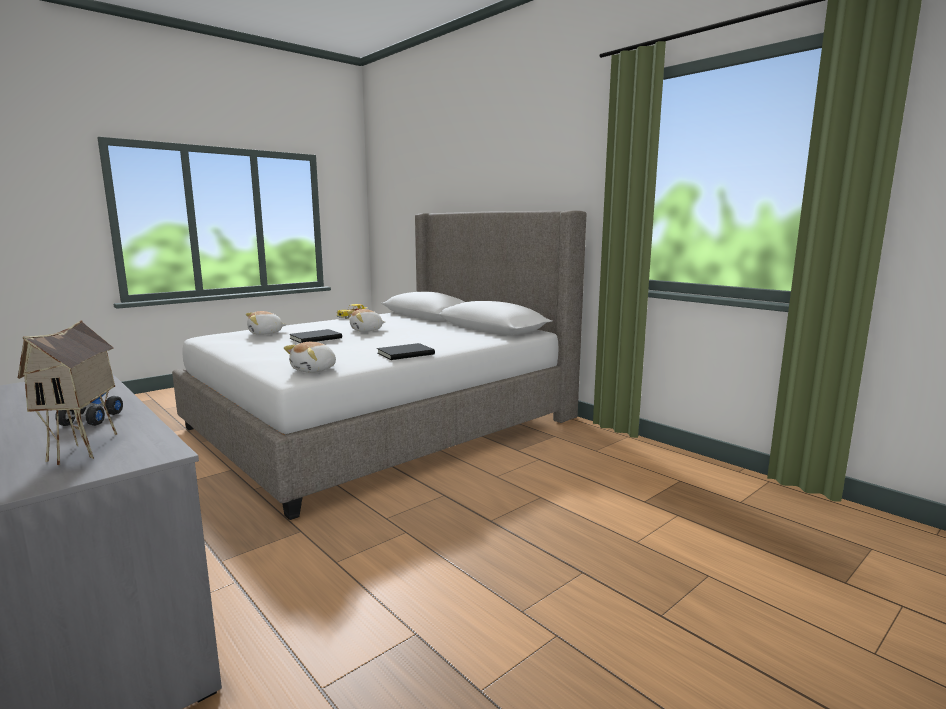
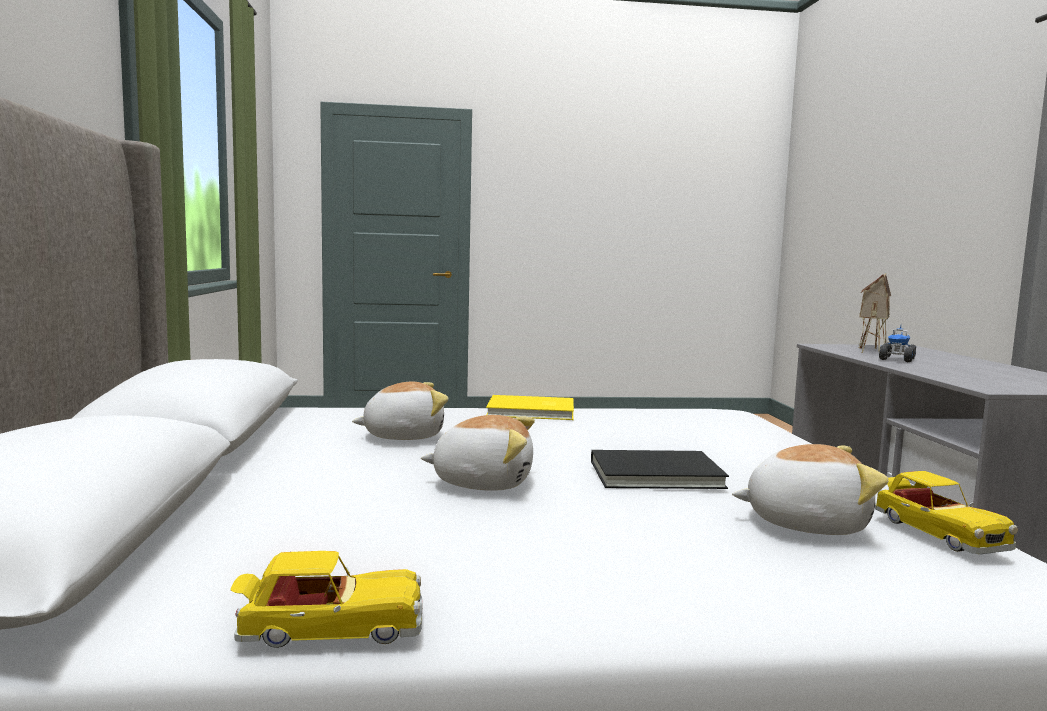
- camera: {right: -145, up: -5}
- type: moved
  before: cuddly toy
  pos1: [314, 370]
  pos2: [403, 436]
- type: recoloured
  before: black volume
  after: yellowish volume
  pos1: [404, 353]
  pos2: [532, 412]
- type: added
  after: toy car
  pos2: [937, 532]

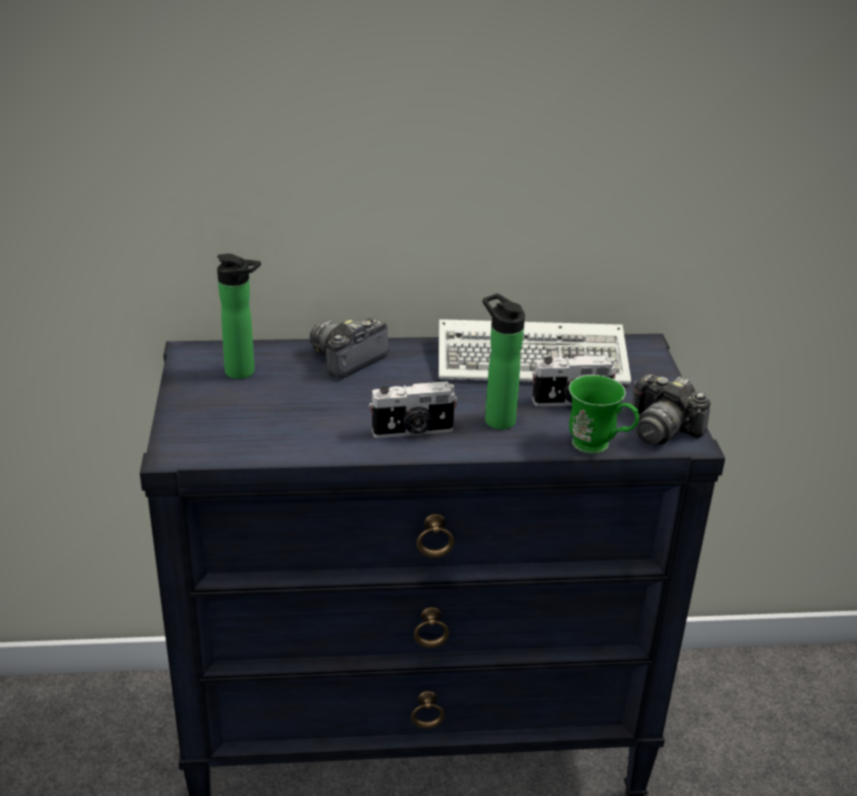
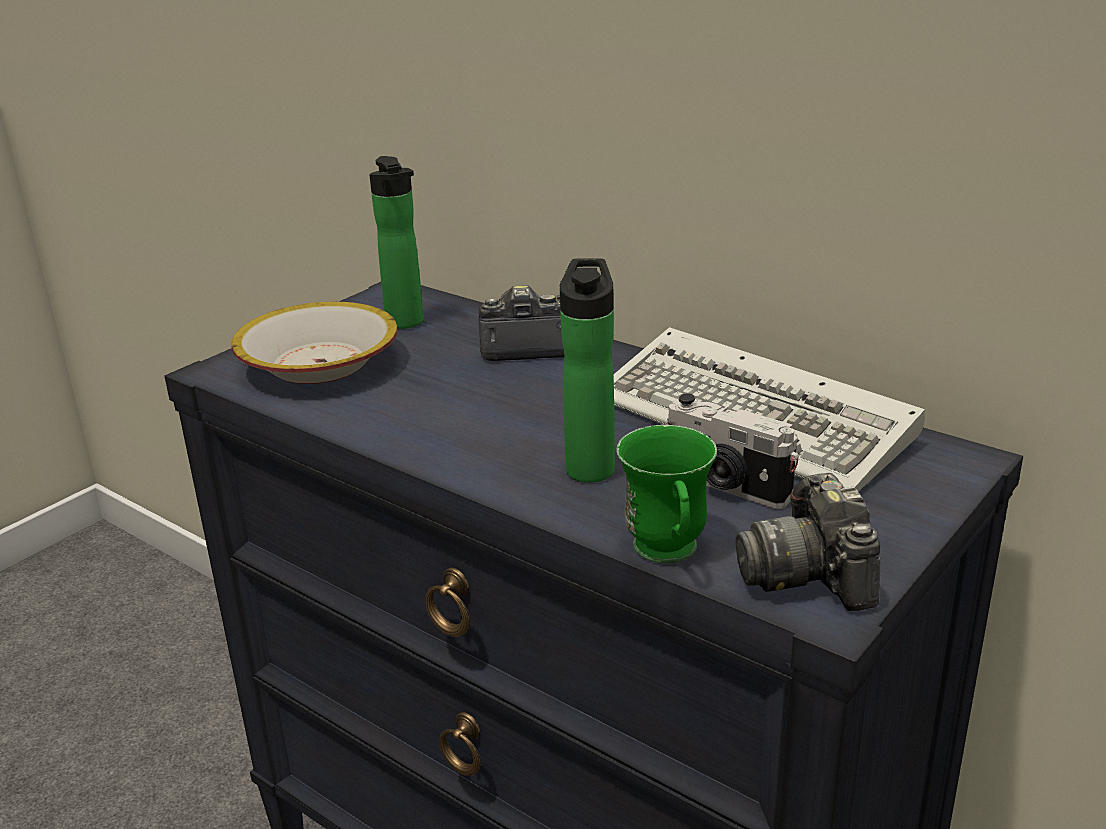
- camera: {right: 45, up: -5}
- type: removed
  before: photo camera
  pos1: [413, 431]
- type: added
  after: serving bowl
  pos2: [320, 364]

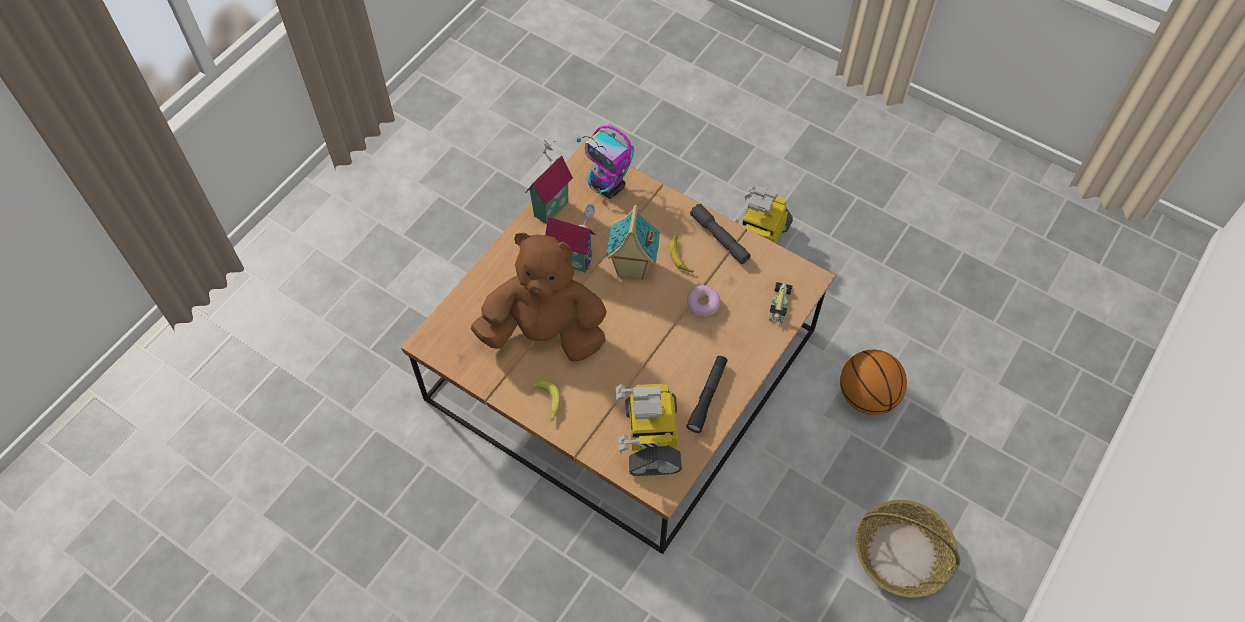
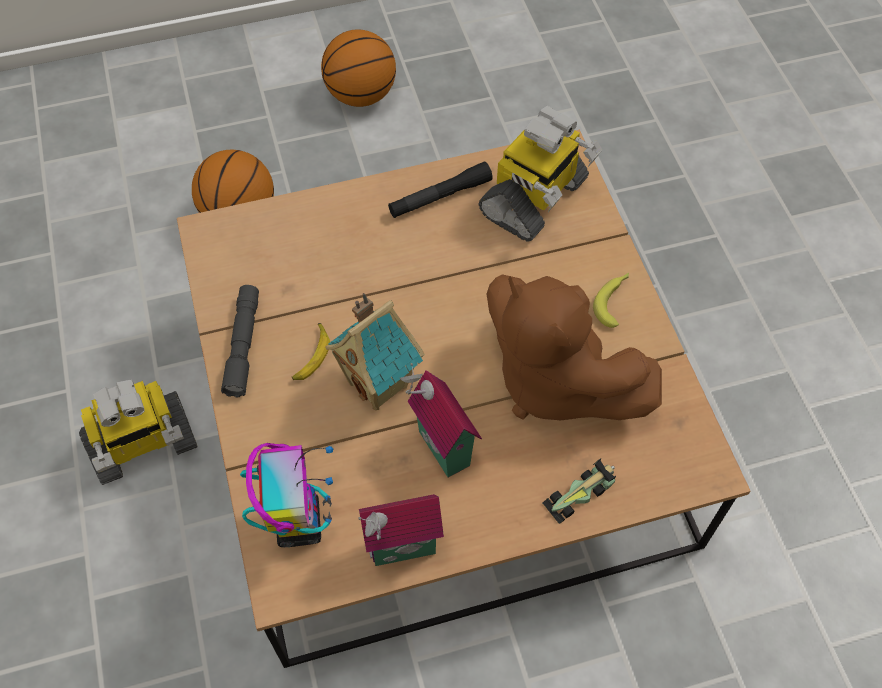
- camera: {right: -140, up: 0}
- type: moved
  before: toy car
  pos1: [779, 304]
  pos2: [581, 492]
- type: removed
  before: doughnut
  pos1: [703, 304]
- type: replaced
  before: household basket
  after: basketball
  pos1: [902, 554]
  pos2: [360, 95]

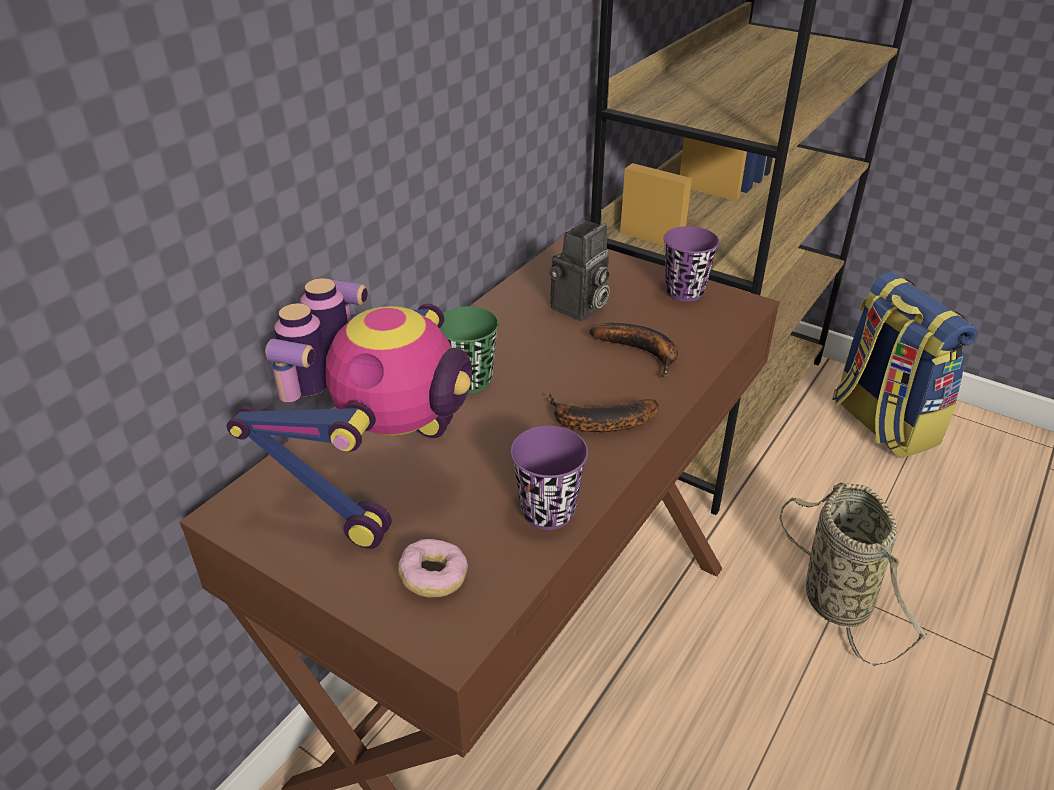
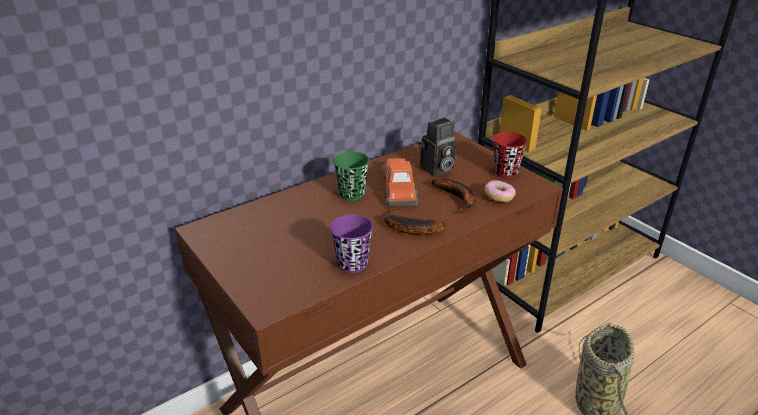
- camera: {right: 20, up: -5}
- type: recoloured
  before: purple-coloured small cup
  after: red small cup
  pos1: [684, 292]
  pos2: [506, 172]
- type: removed
  before: knapsack
  pos1: [881, 423]
- type: removed
  before: toy robot
  pos1: [379, 474]
- type: moved
  before: doughnut
  pos1: [434, 578]
  pos2: [499, 197]
- type: added
  after: toy car
  pos2: [399, 188]

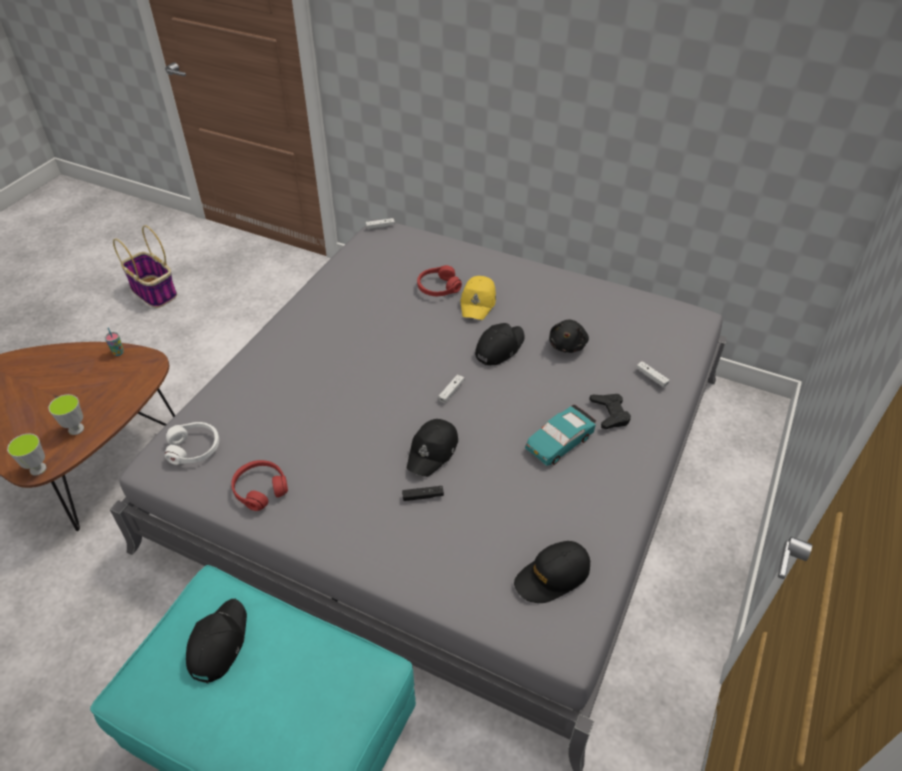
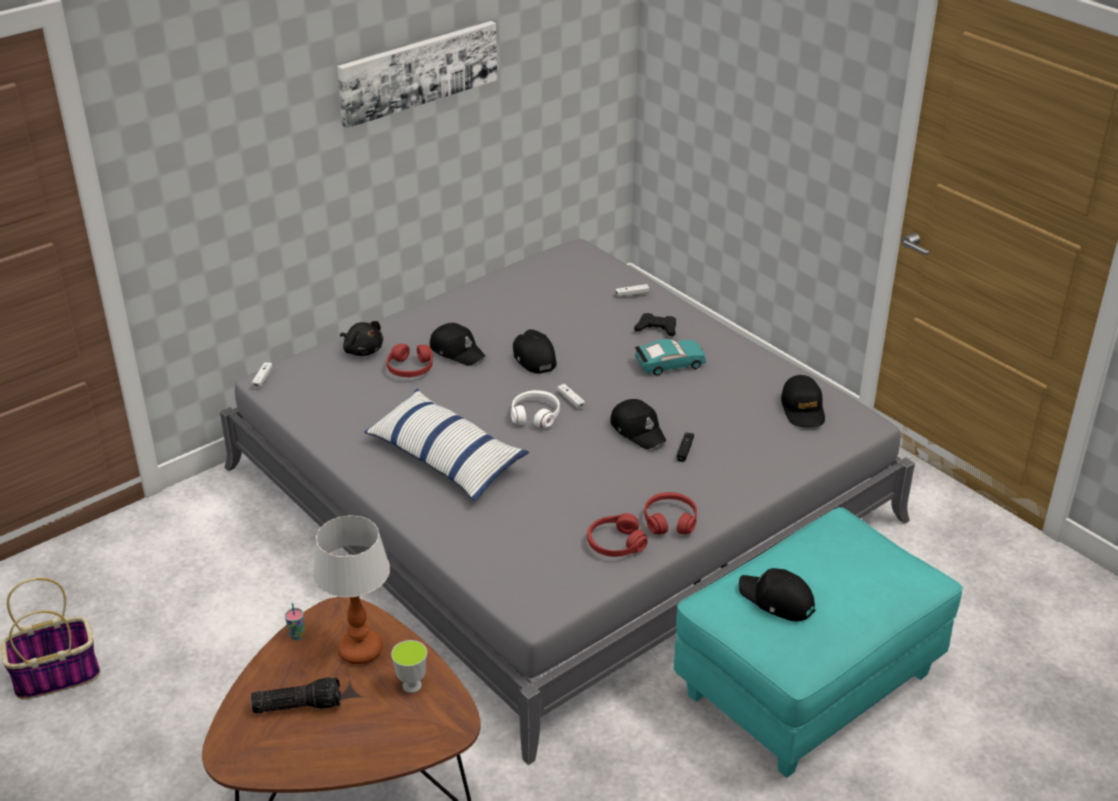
- camera: {right: -65, up: -10}
- type: recoloured
  before: yellowish baseball cap
  after: black baseball cap
  pos1: [478, 303]
  pos2: [457, 351]
- type: moved
  before: black cuddly toy
  pos1: [567, 345]
  pos2: [362, 350]
- type: turned
  before: blue-green toy car
  pos1: [559, 441]
  pos2: [669, 363]
  turn: -90
- type: moved
  before: white pair of headphones
  pos1: [194, 448]
  pos2: [535, 415]
- type: removed
  before: small cup
  pos1: [38, 469]
- type: added
  after: wall picture
  pos2: [418, 72]
- type: added
  after: cushion
  pos2: [445, 457]
- type: added
  after: red pair of headphones
  pos2: [670, 520]
- type: added
  after: table lamp
  pos2: [360, 651]
- type: added
  after: hand torch
  pos2: [298, 705]

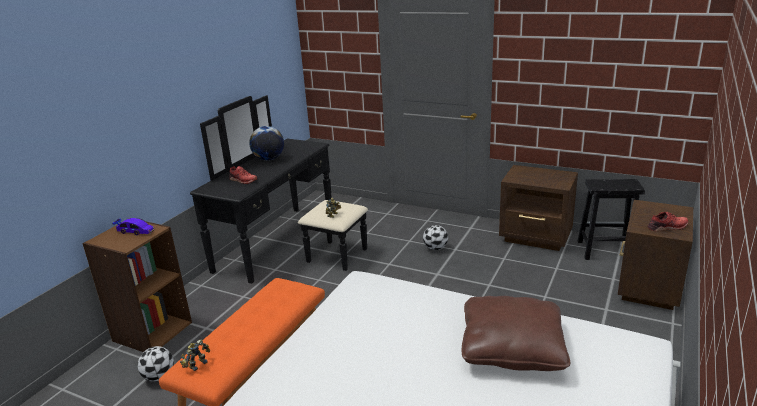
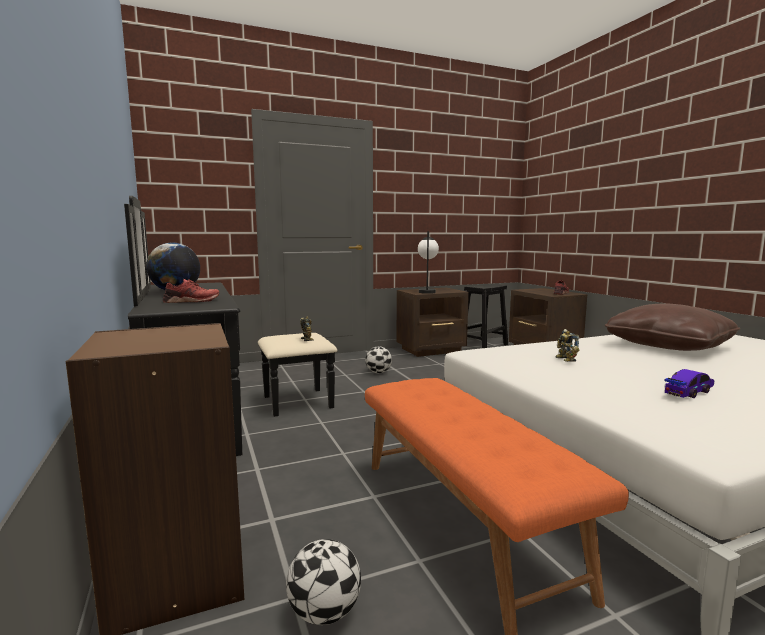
- camera: {right: -50, up: -15}
- type: moved
  before: toy car
  pos1: [135, 231]
  pos2: [689, 392]
- type: moved
  before: toy robot
  pos1: [196, 364]
  pos2: [564, 359]
- type: added
  after: table lamp
  pos2: [427, 291]

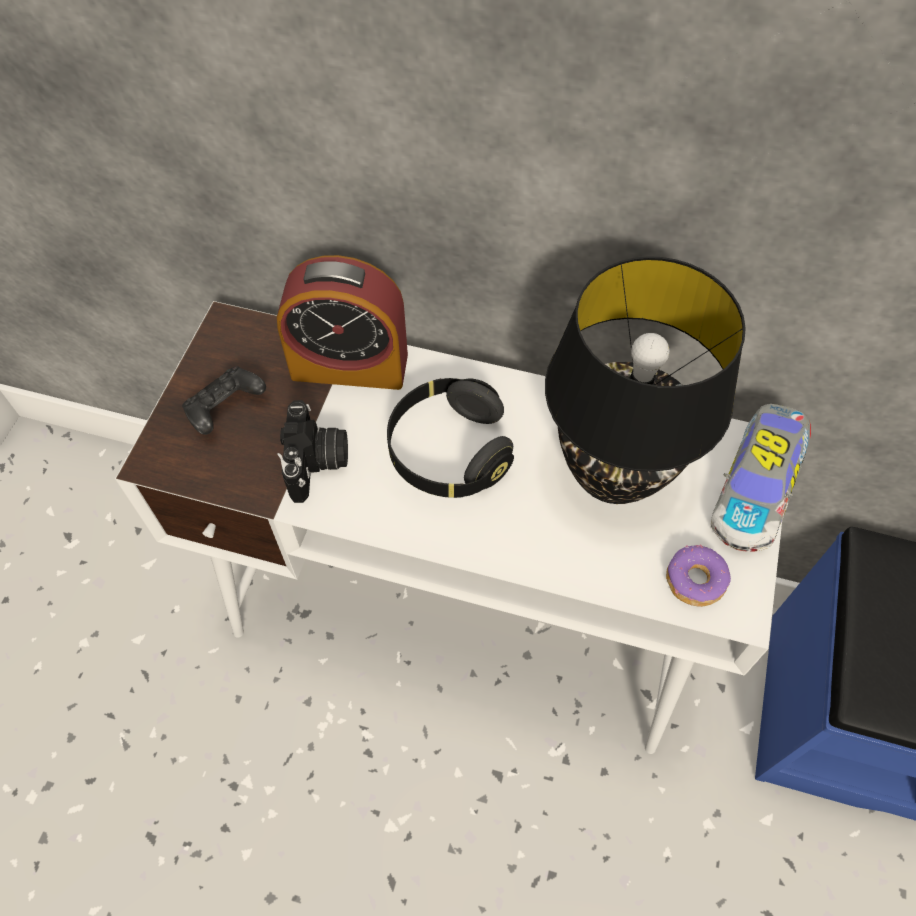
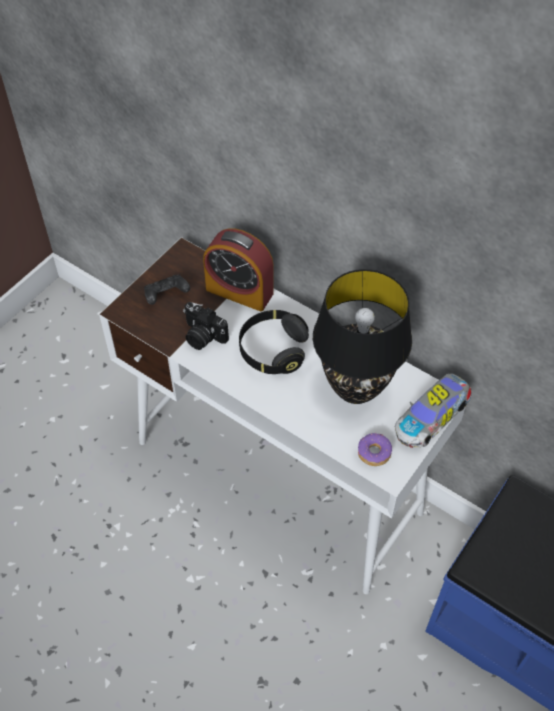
- camera: {right: 20, up: -5}
- type: turned
  before: photo camera
  pos1: [317, 463]
  pos2: [202, 336]
  turn: 105

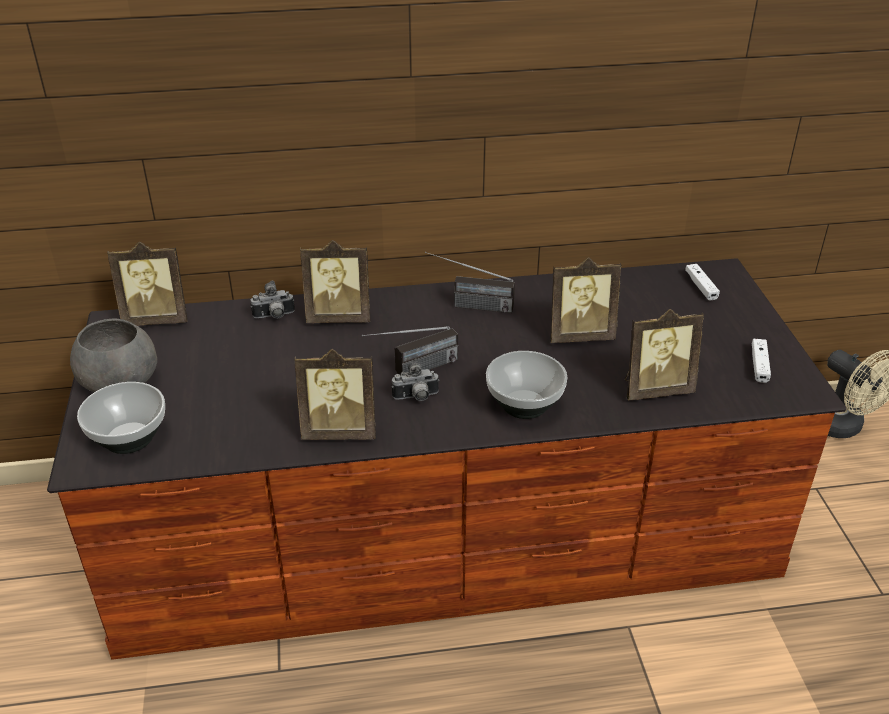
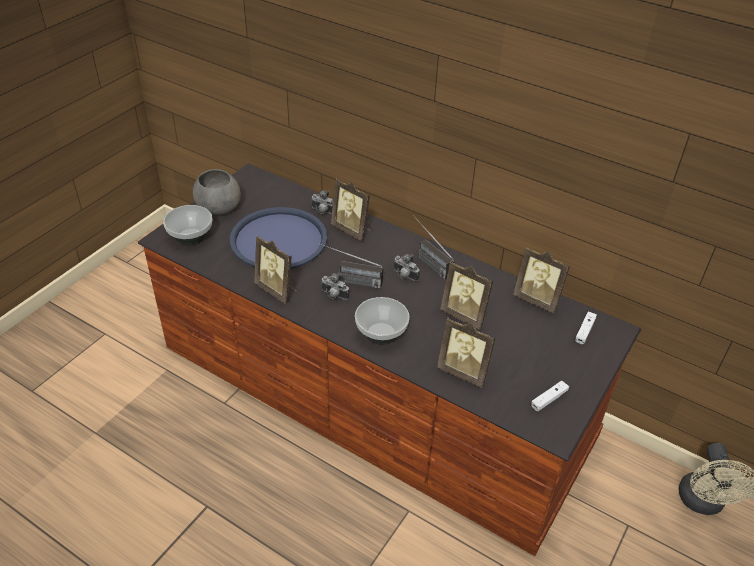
- camera: {right: 40, up: 5}
- type: moved
  before: photo frame
  pos1: [157, 318]
  pos2: [537, 300]
- type: added
  after: blue-coloured serving tray
  pos2: [278, 240]
- type: added
  after: photo camera
  pos2: [404, 276]

